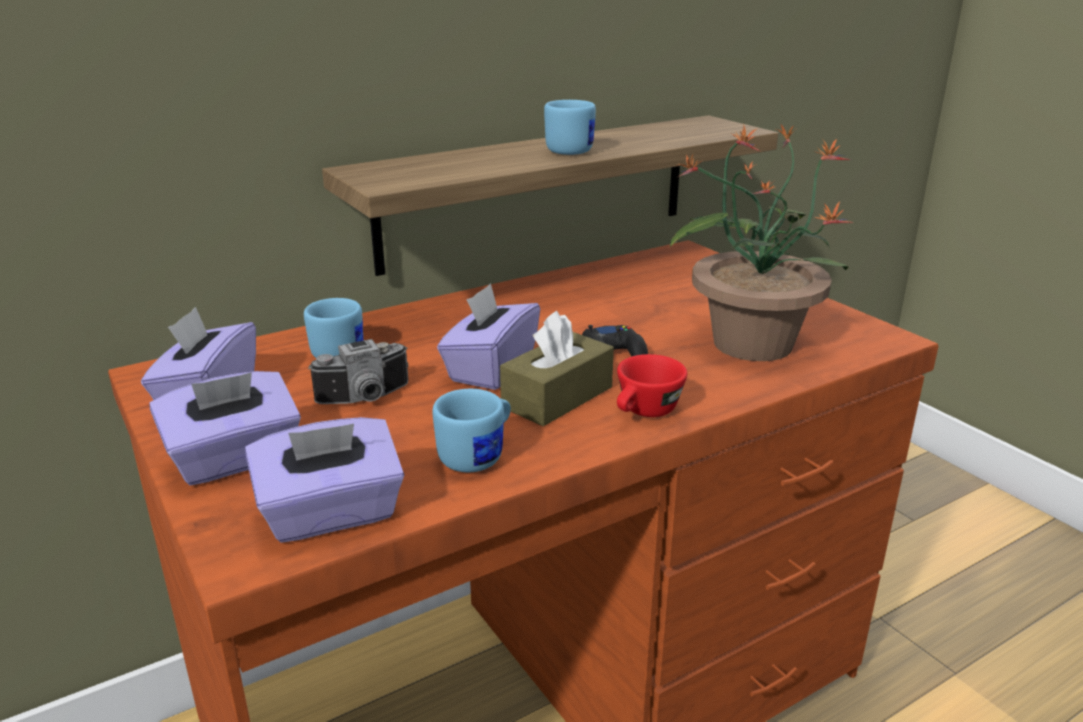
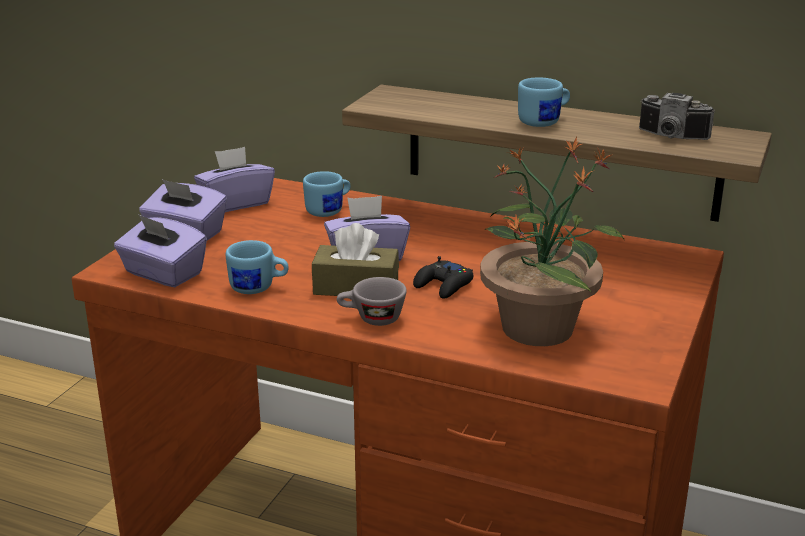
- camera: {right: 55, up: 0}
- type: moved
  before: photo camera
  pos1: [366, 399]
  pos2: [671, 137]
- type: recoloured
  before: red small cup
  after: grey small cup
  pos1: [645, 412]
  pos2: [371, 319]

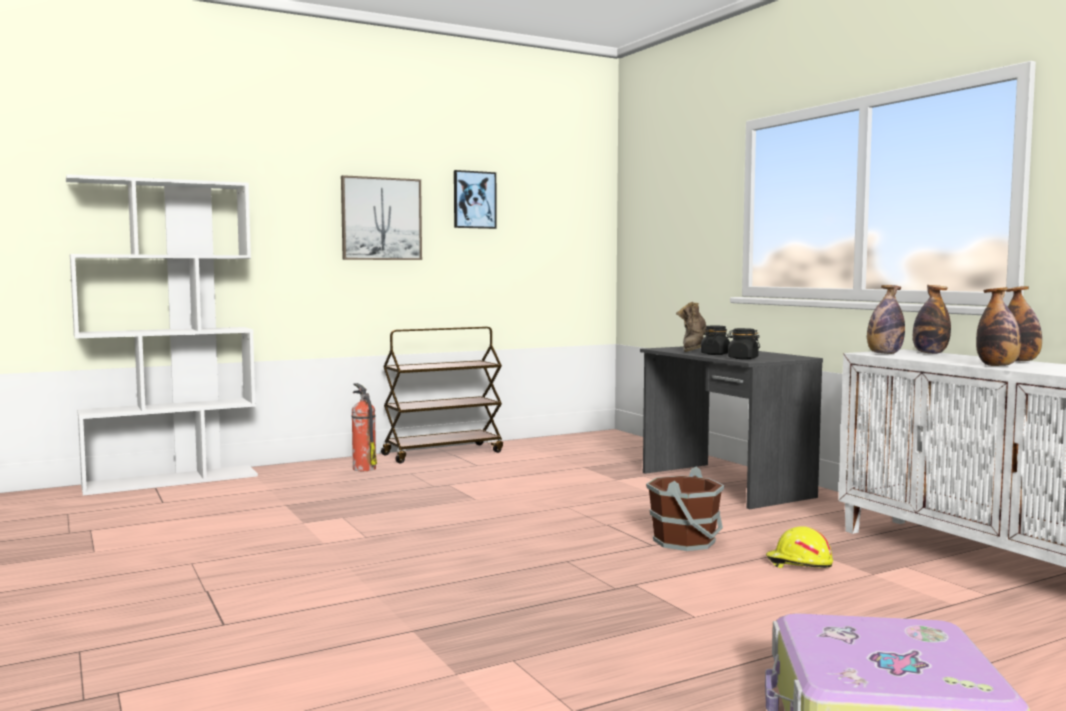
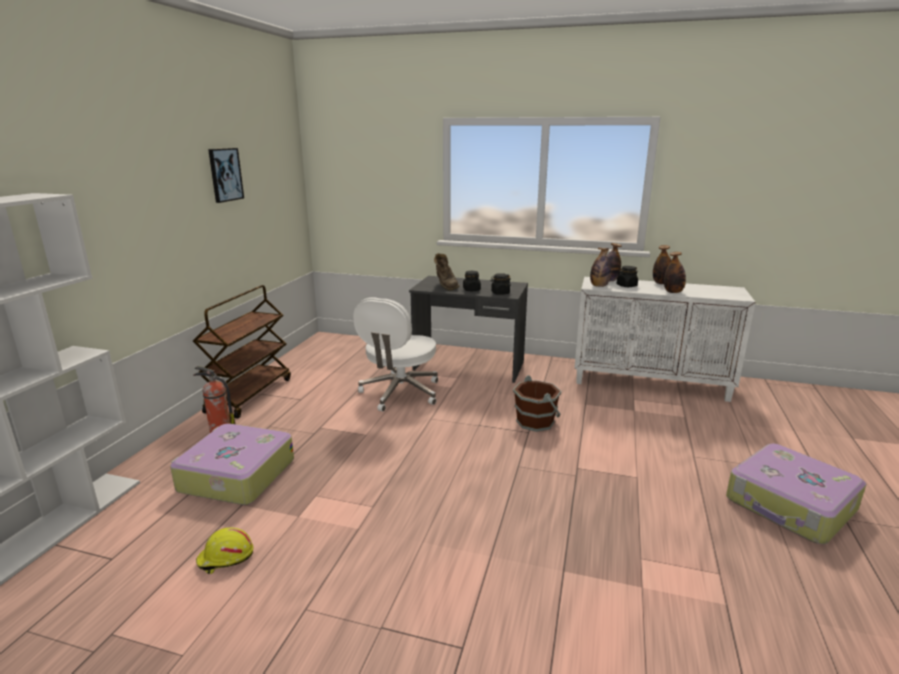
- camera: {right: -45, up: 15}
- type: removed
  before: wall picture
  pos1: [381, 219]
- type: moved
  before: yellowish safety helmet
  pos1: [798, 564]
  pos2: [225, 558]
- type: added
  after: black preserve jar
  pos2: [626, 286]
- type: added
  after: white office chair
  pos2: [400, 393]
- type: added
  after: piece of luggage
  pos2: [236, 475]

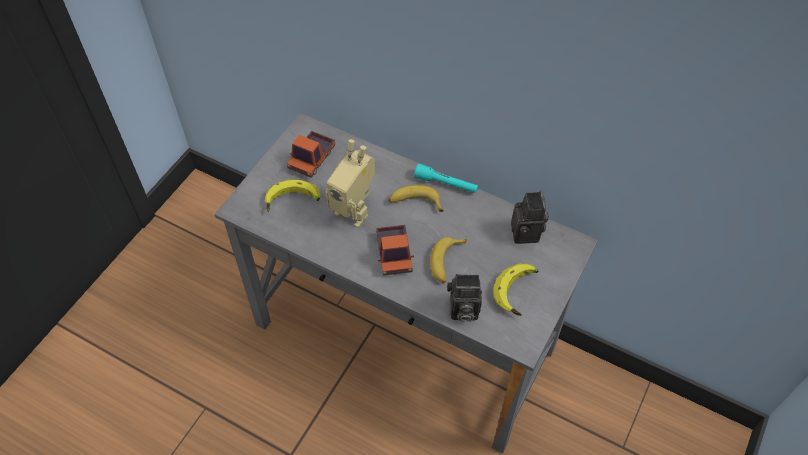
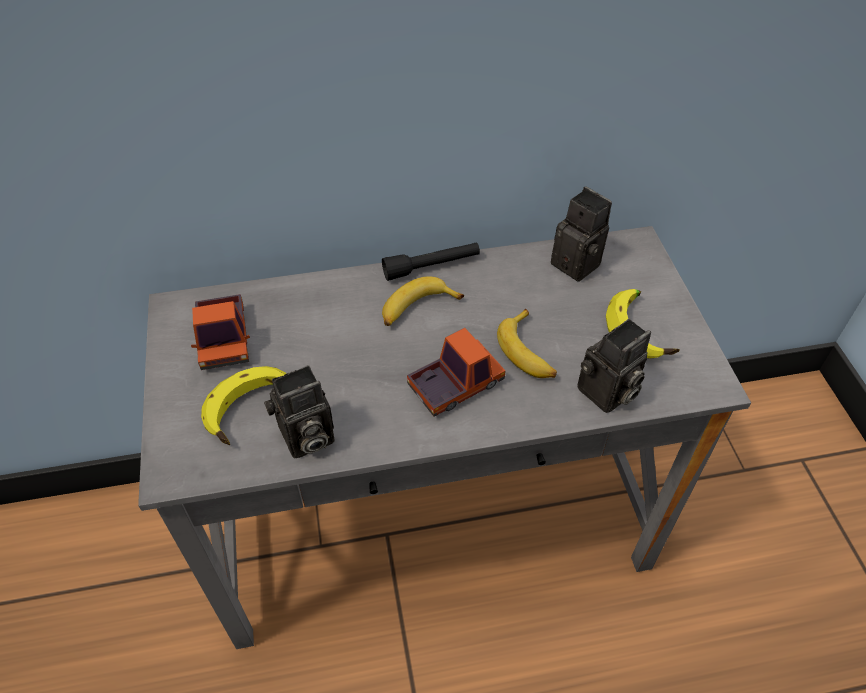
- camera: {right: -40, up: -5}
- type: removed
  before: toy robot
  pos1: [354, 211]
- type: recoloured
  before: blue-green hand torch
  after: black hand torch
  pos1: [446, 184]
  pos2: [431, 267]
- type: turned
  before: toy lorry
  pos1: [394, 254]
  pos2: [455, 385]
  turn: -75
- type: added
  after: photo camera
  pos2: [305, 439]

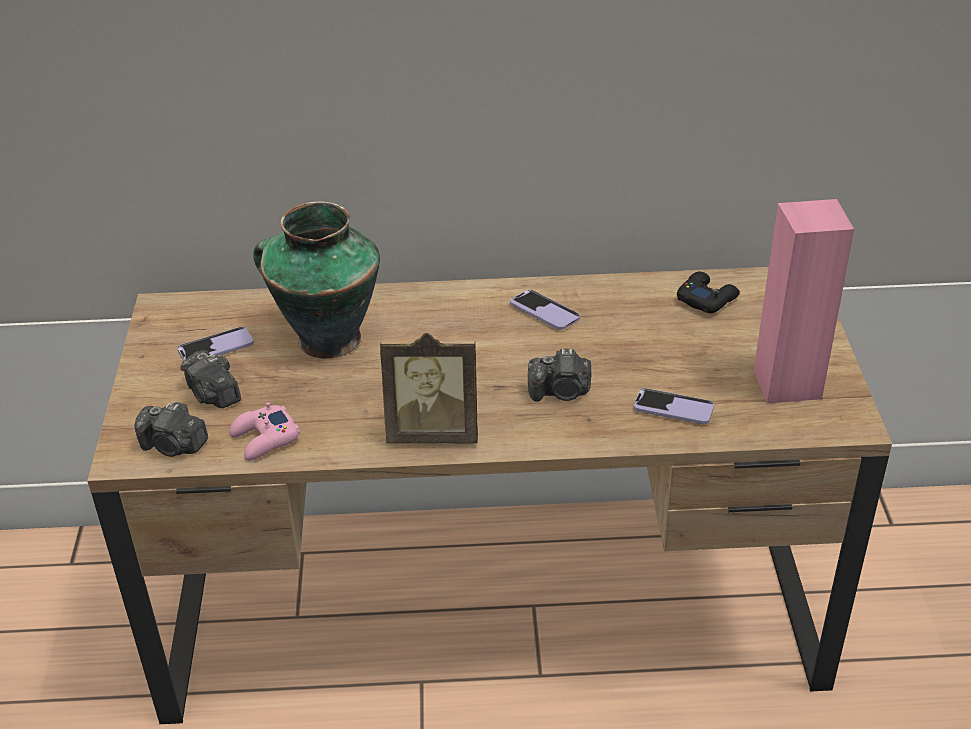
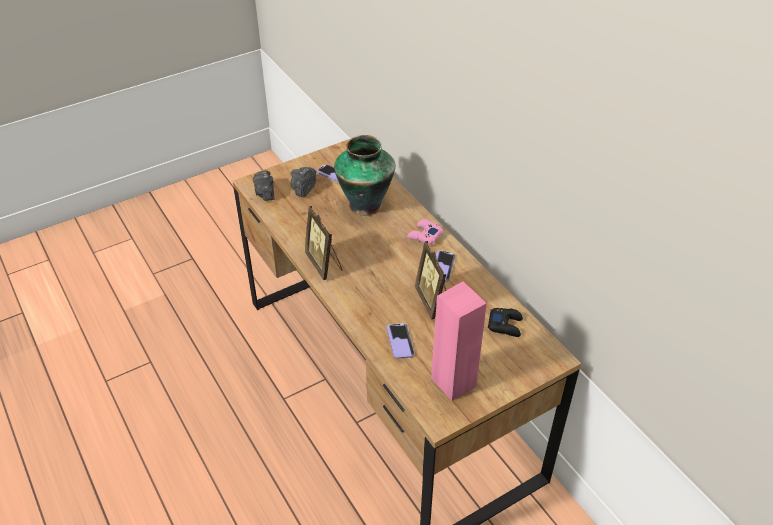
- camera: {right: 60, up: 5}
- type: removed
  before: photo camera
  pos1: [561, 392]
- type: moved
  before: pinkish game controller
  pos1: [264, 439]
  pos2: [424, 235]
- type: added
  after: photo frame
  pos2: [434, 302]

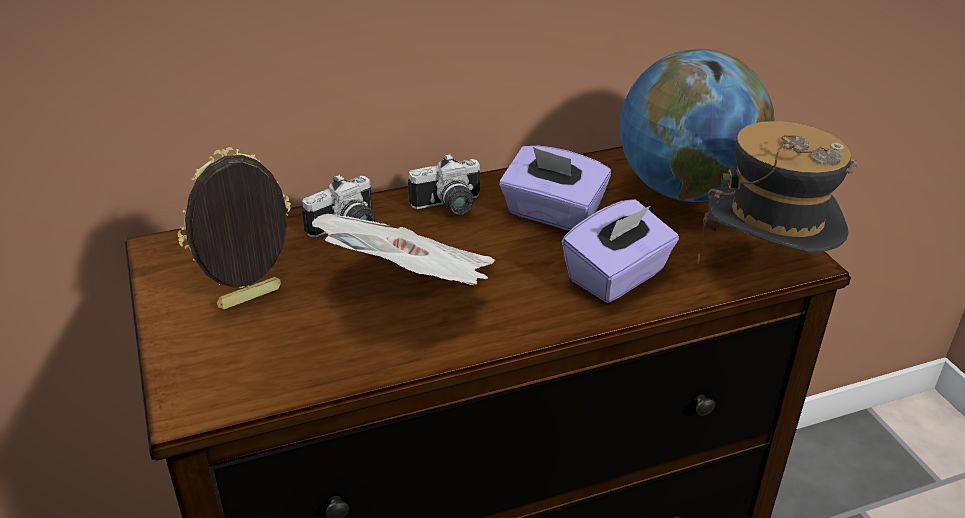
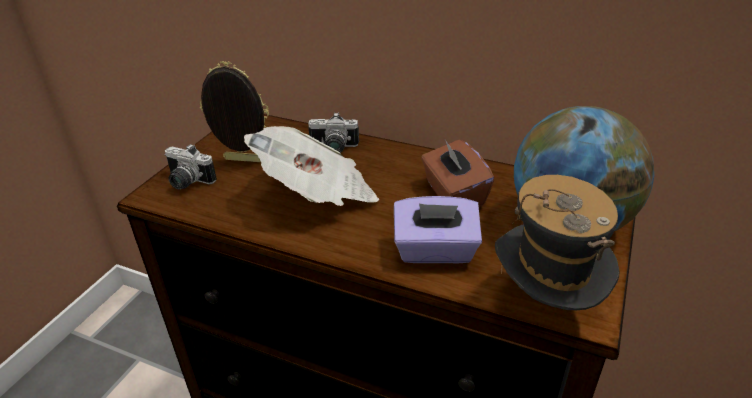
- camera: {right: 45, up: 0}
- type: recoloured
  before: purple-coloured box of tissues
  after: brown box of tissues
  pos1: [552, 213]
  pos2: [453, 194]
- type: moved
  before: photo camera
  pos1: [449, 207]
  pos2: [187, 182]

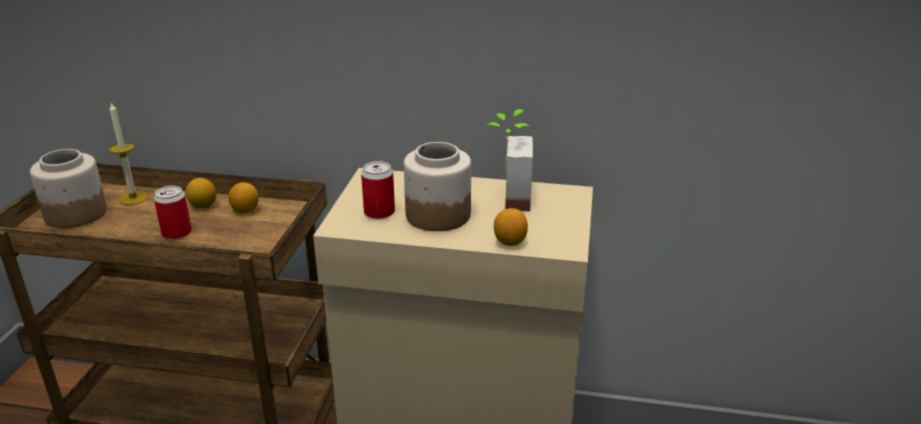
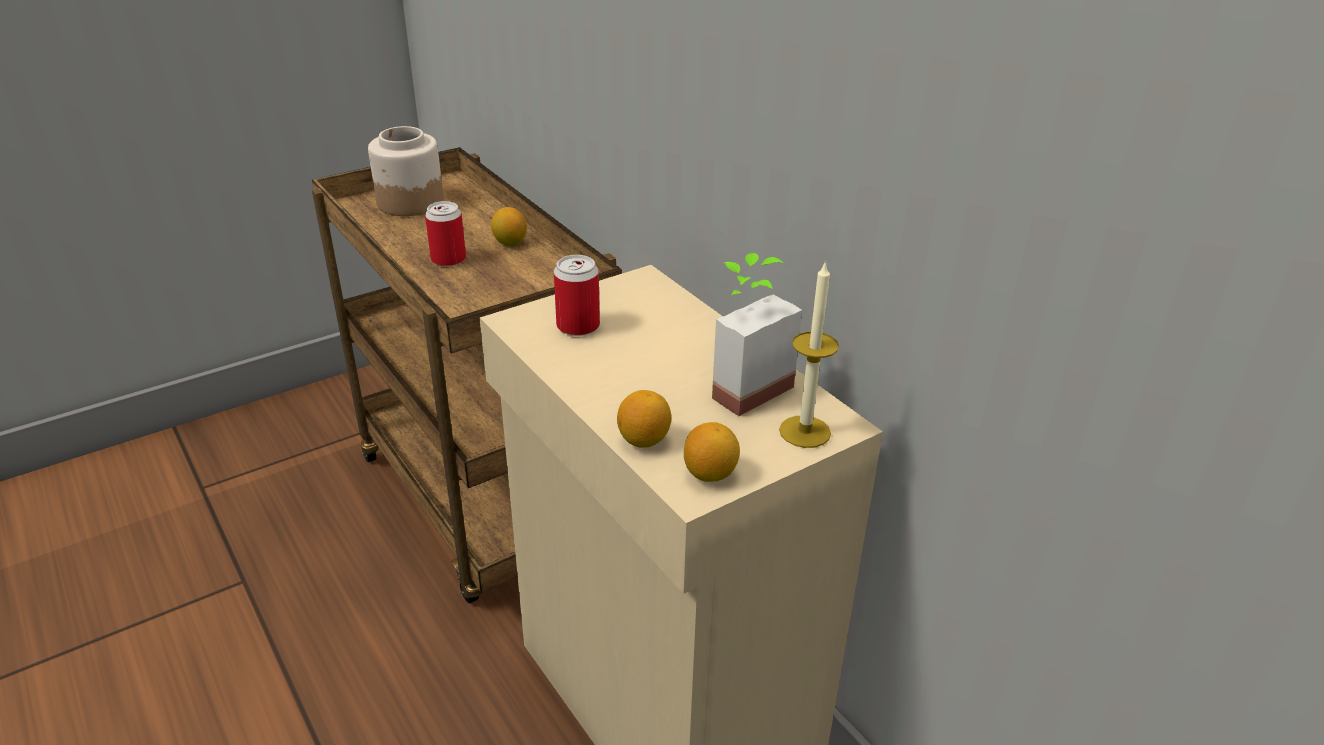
- camera: {right: 45, up: 5}
- type: moved
  before: wax candle
  pos1: [133, 198]
  pos2: [804, 431]
- type: removed
  before: preserve jar
  pos1: [437, 215]
- type: moved
  before: citrus fruit
  pos1: [245, 210]
  pos2: [710, 474]

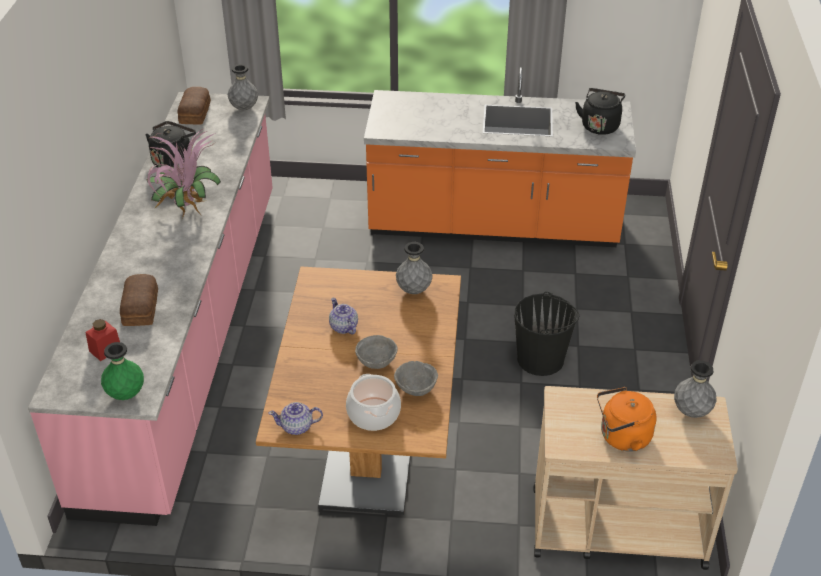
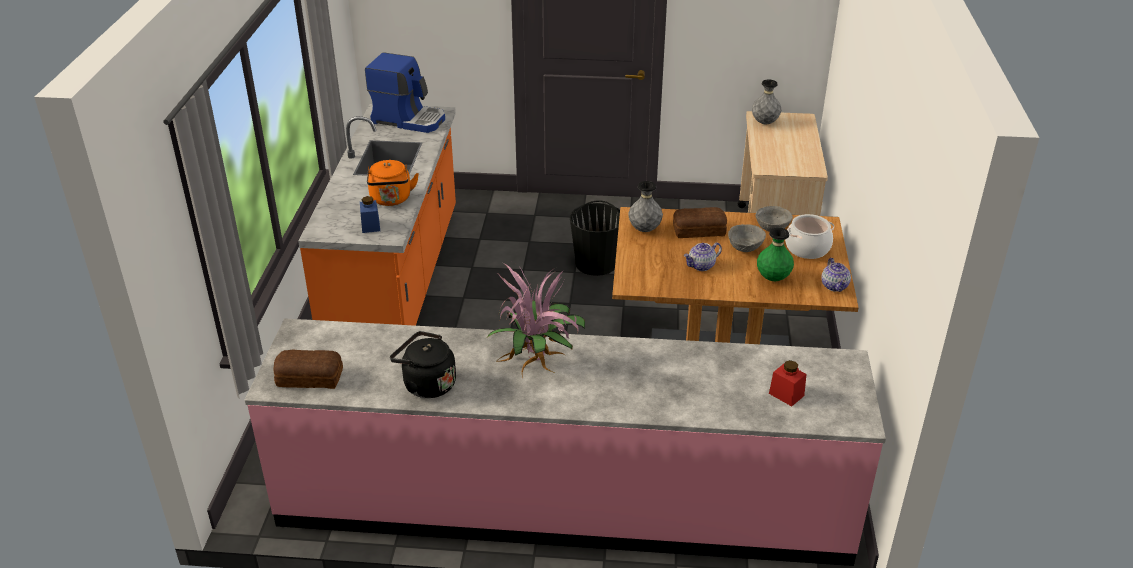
- camera: {right: -90, up: -5}
- type: removed
  before: grey flower vase
  pos1: [244, 108]
- type: replaced
  before: black kettle
  after: coffee maker
  pos1: [600, 125]
  pos2: [409, 119]
- type: moved
  before: bakery bread
  pos1: [141, 307]
  pos2: [698, 230]
- type: moved
  before: green-coloured flower vase
  pos1: [126, 394]
  pos2: [773, 278]
- type: moved
  before: orange kettle
  pos1: [622, 437]
  pos2: [391, 200]
- type: added
  after: blue-coloured preserve jar
  pos2: [370, 226]

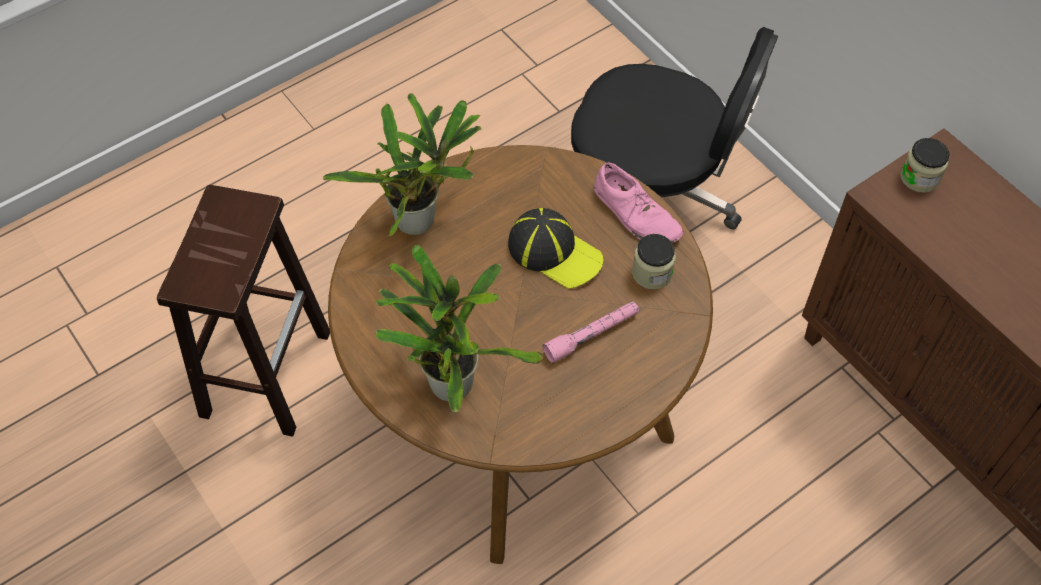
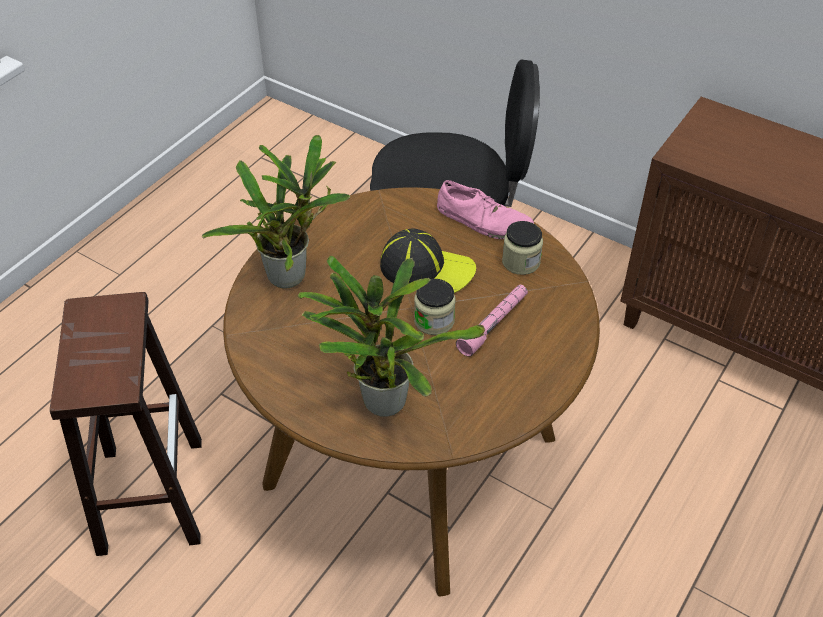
- camera: {right: -20, up: -10}
- type: moved
  before: preserve jar
  pos1: [919, 178]
  pos2: [434, 321]

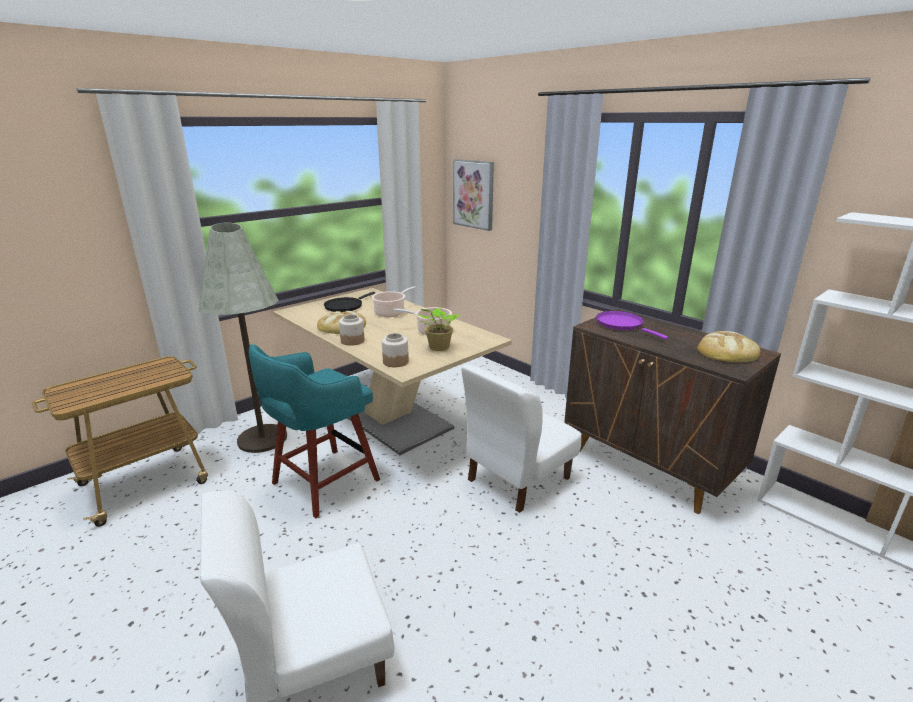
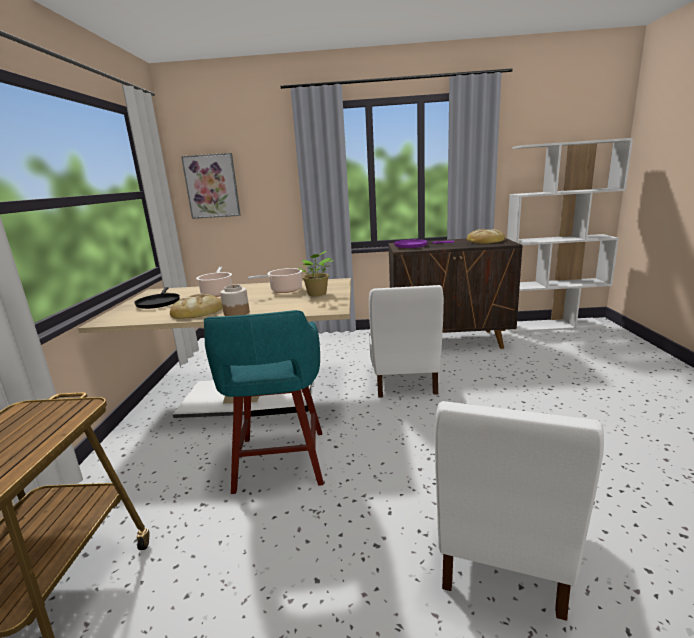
- camera: {right: -45, up: -5}
- type: removed
  before: grey standing lamp
  pos1: [262, 439]
- type: removed
  before: preserve jar
  pos1: [395, 362]

